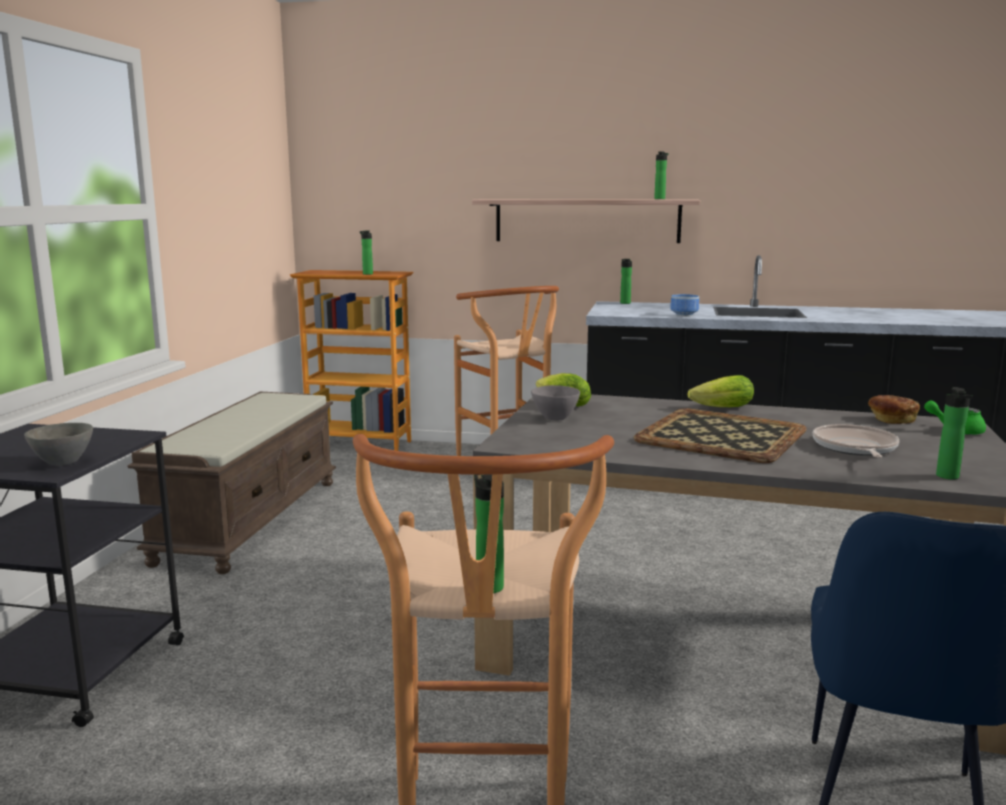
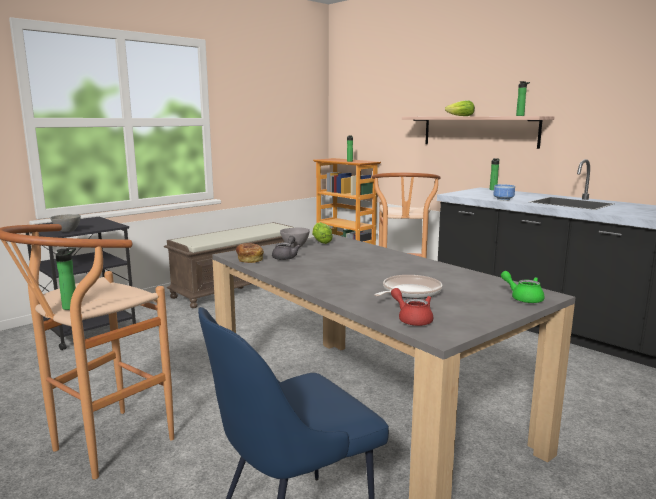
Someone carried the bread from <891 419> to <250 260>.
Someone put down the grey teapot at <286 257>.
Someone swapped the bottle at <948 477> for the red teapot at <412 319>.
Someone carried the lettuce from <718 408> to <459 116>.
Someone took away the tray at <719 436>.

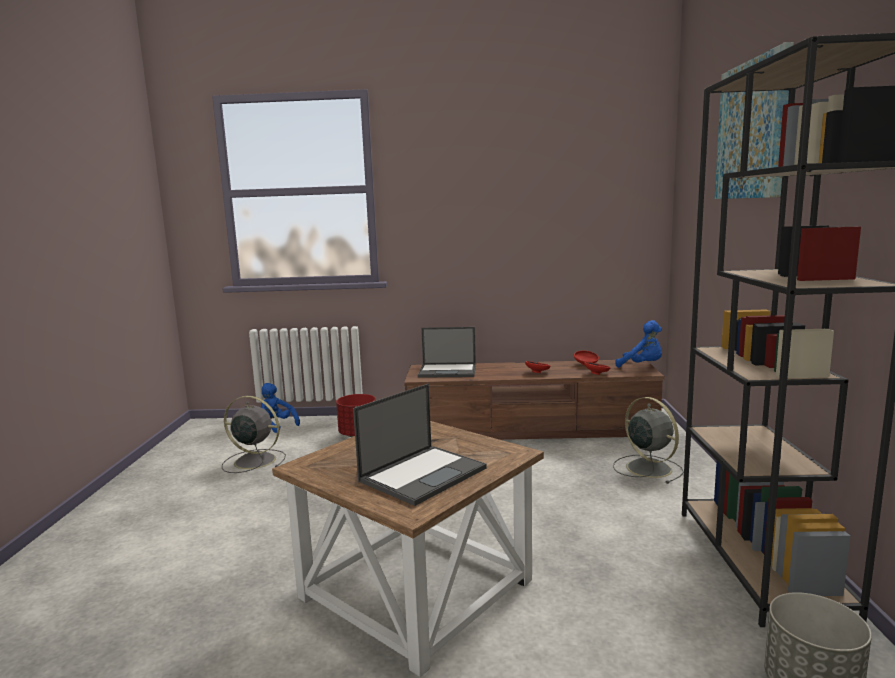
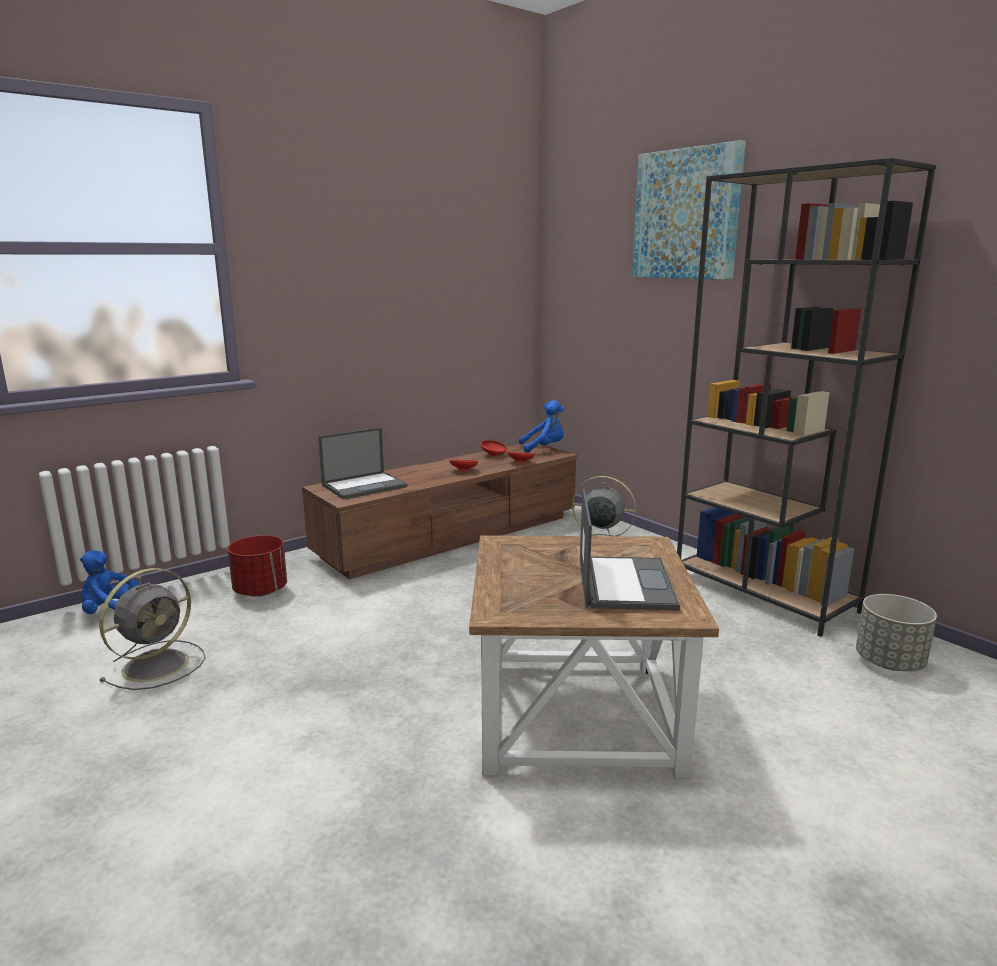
Someone rotated the grey fan at <253 461> by 150 degrees clockwise.

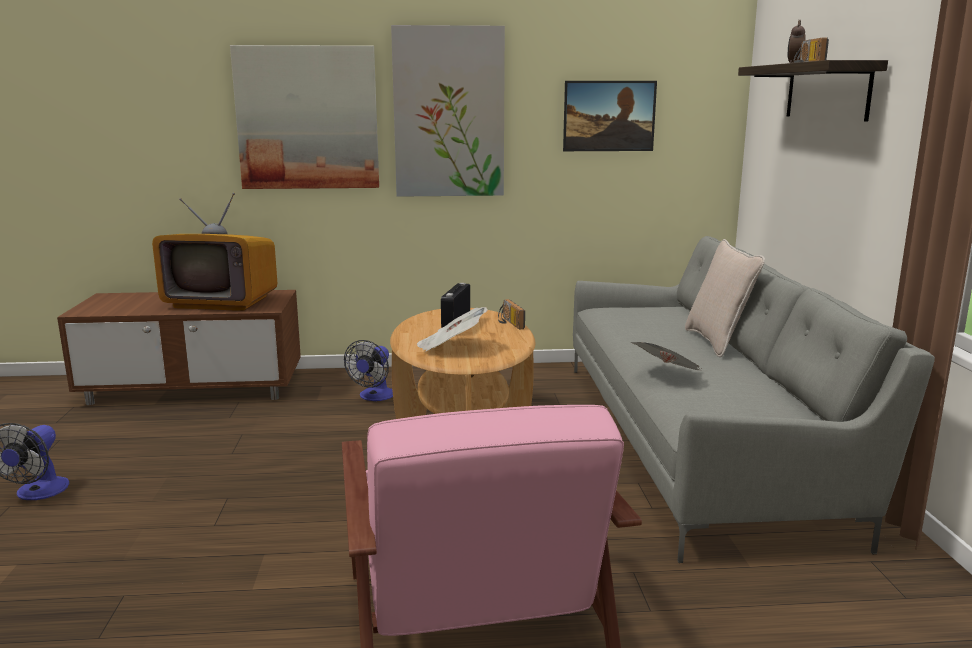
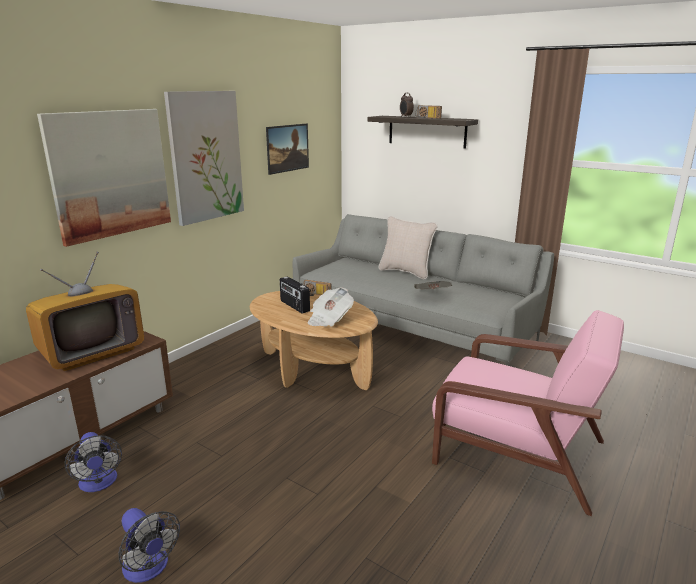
Someone carried the fan from <374 397> to <99 483>.

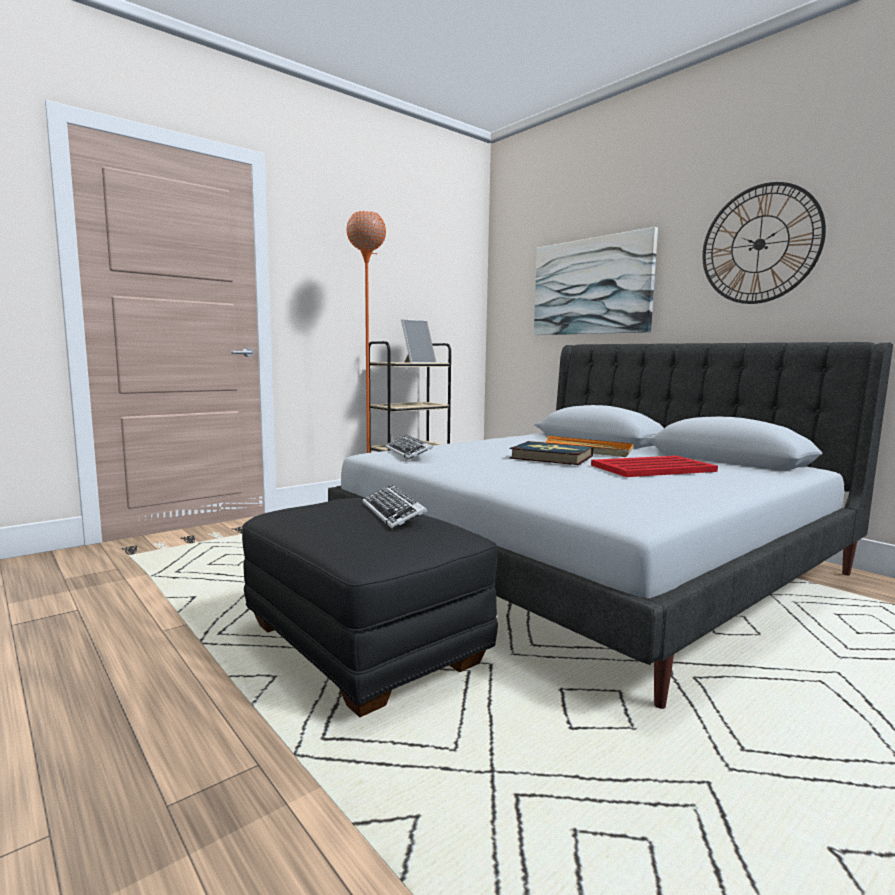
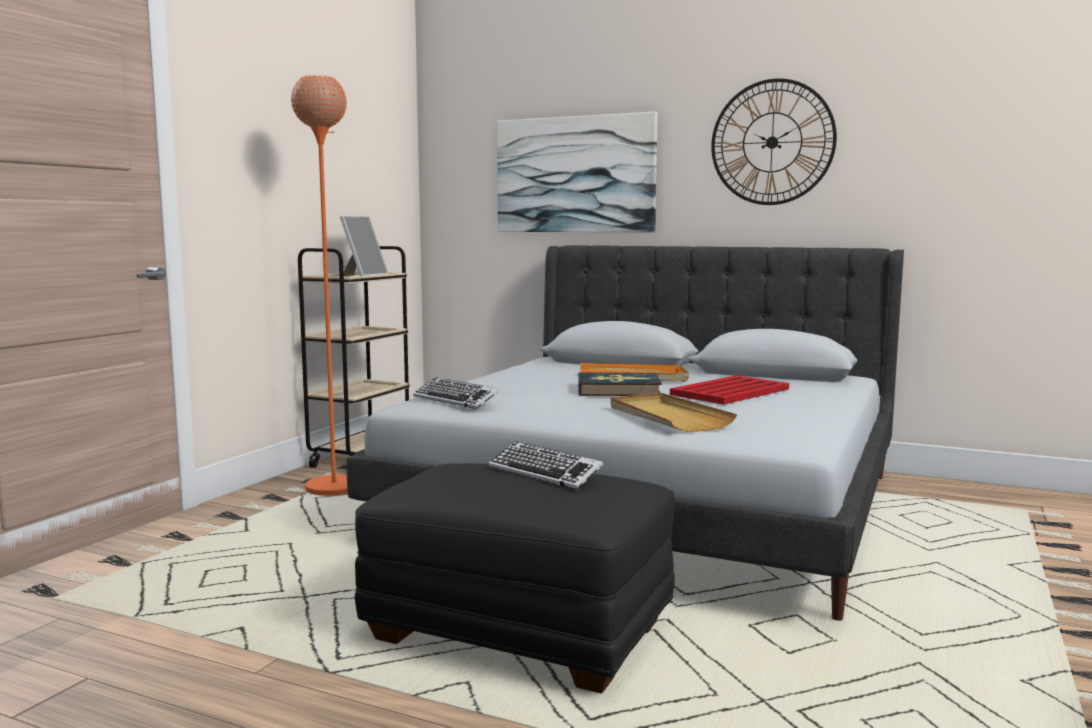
Someone put down the beige tray at <667 417>.

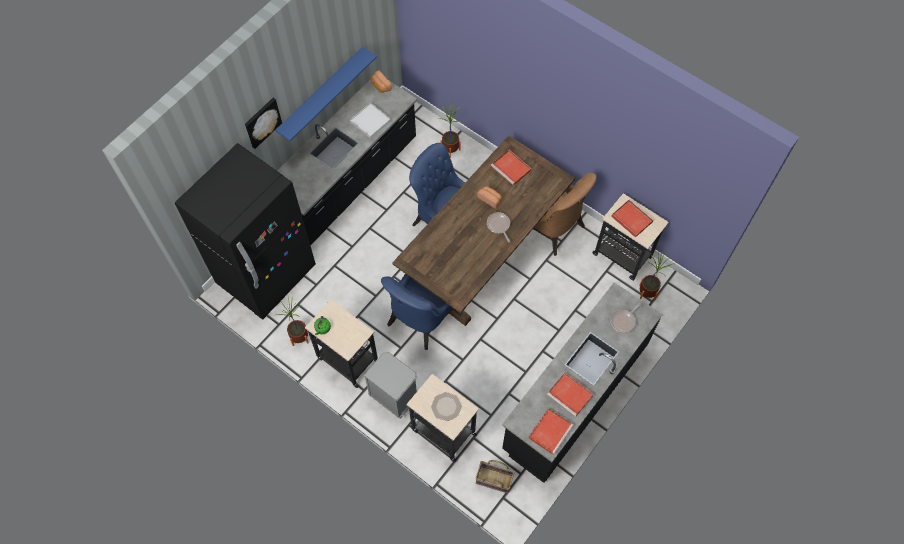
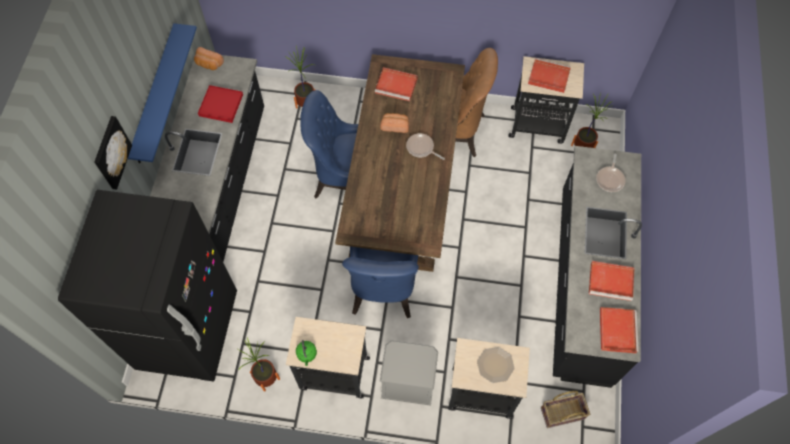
Someone repainted the white tray at <370 121>, which became the red tray at <221 105>.

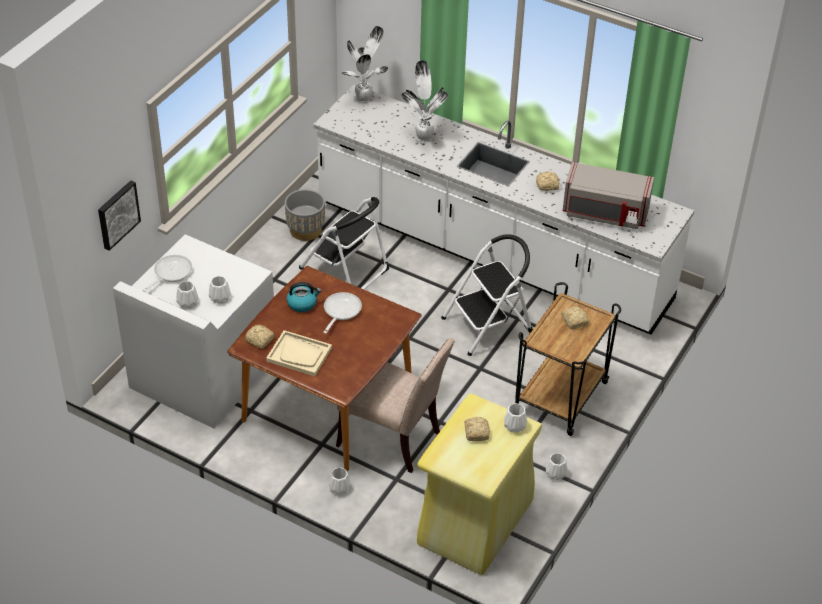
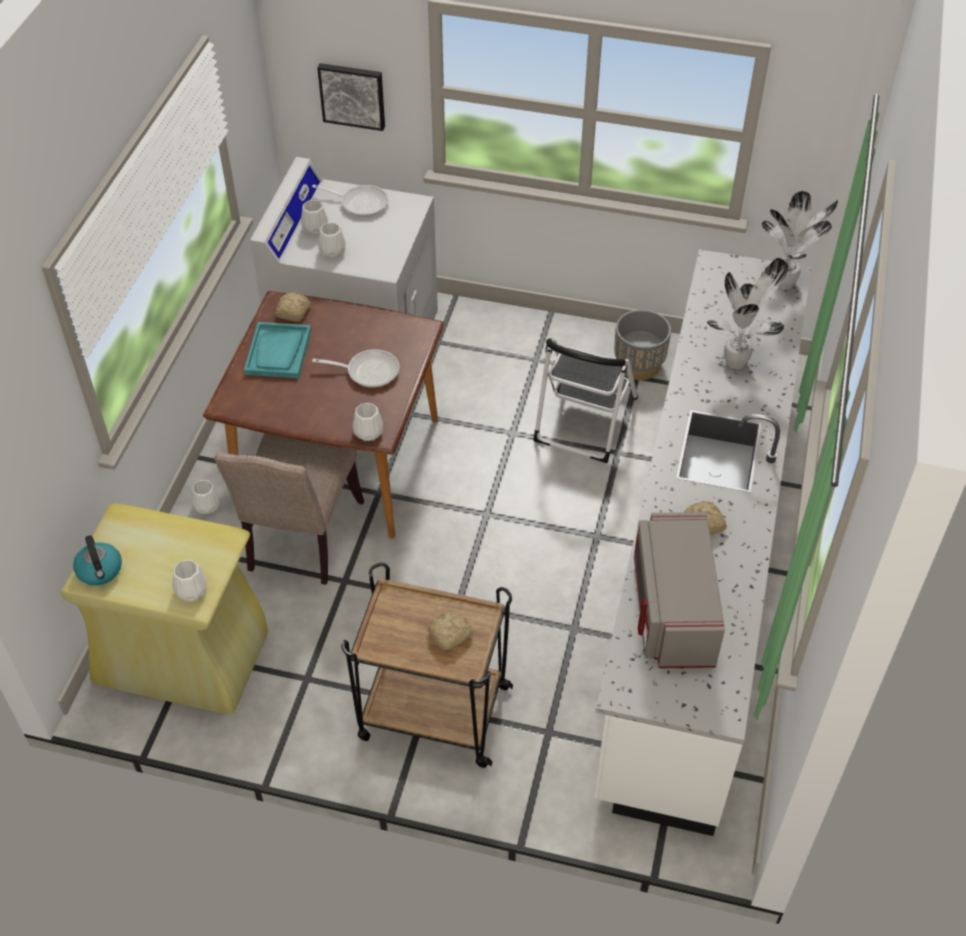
Someone carried the kettle from <302 303> to <100 571>.
Someone repainted the beige tray at <299 354>, which became the turquoise tray at <278 352>.
Someone carried the white vase from <555 473> to <369 432>.
Someone took away the step ladder at <490 325>.
Someone took away the bread at <477 432>.

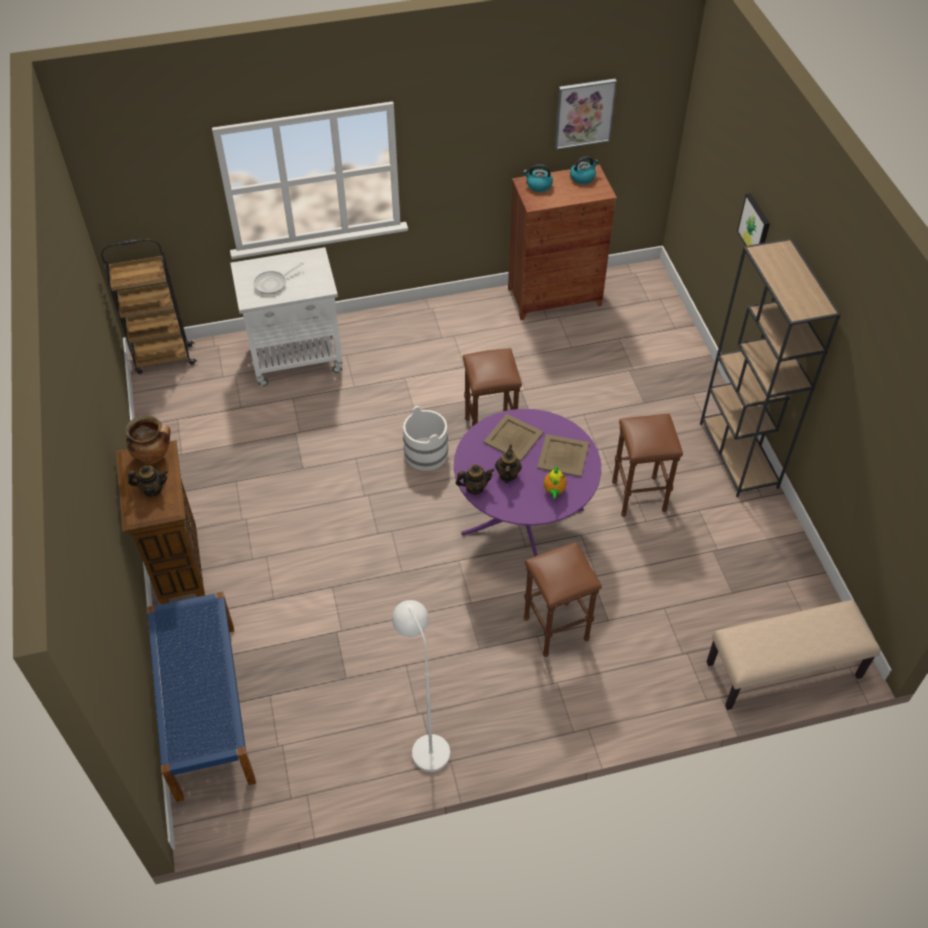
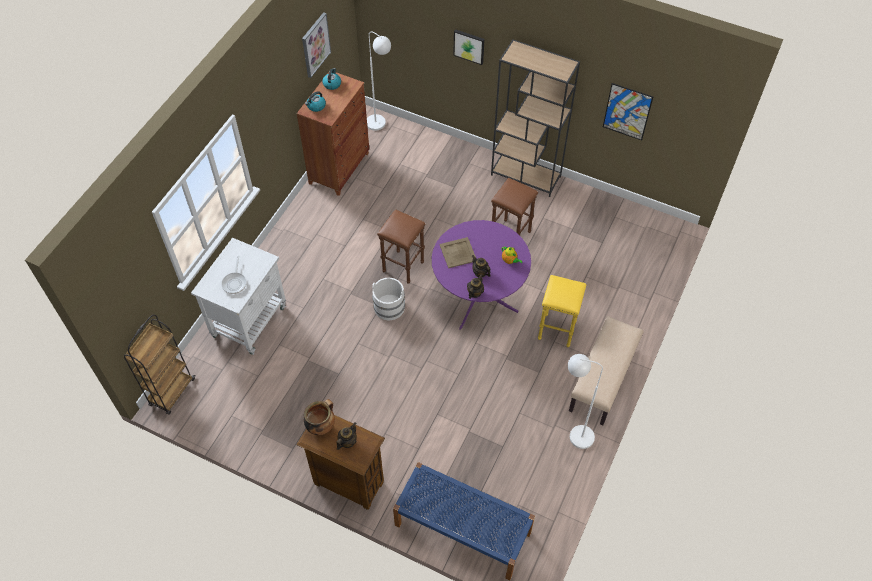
Someone put down the white floor lamp at <380 126>.
Someone repainted the brown stool at <555 630>, which became the yellow stool at <557 331>.
Someone carried the beige bench from <783 671> to <603 380>.
Someone put up the picture at <627 111>.
Someone took away the beige tray at <563 455>.

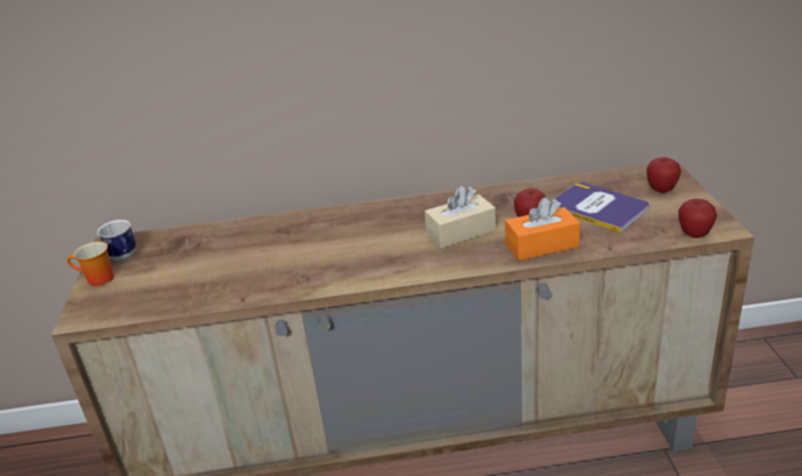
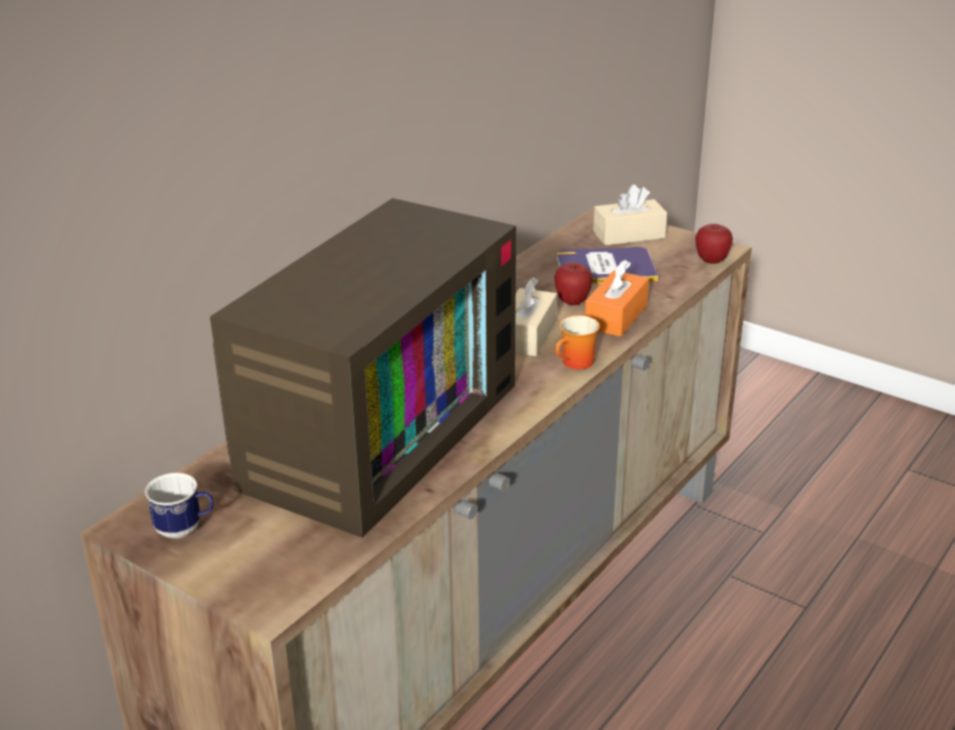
Someone put down the television at <376 430>.
Someone carried the mug from <97 280> to <577 364>.
Someone swapped the apple at <661 190> for the beige tissue box at <629 235>.

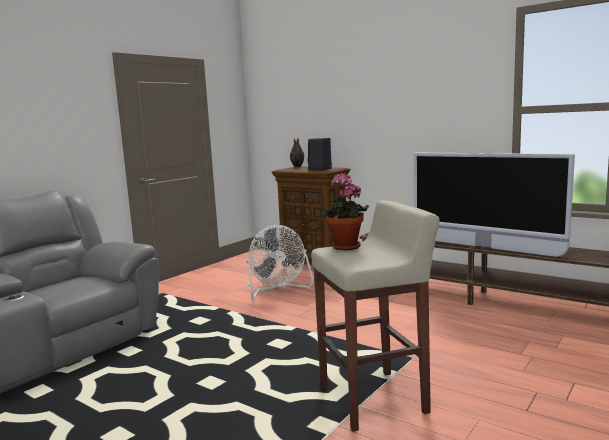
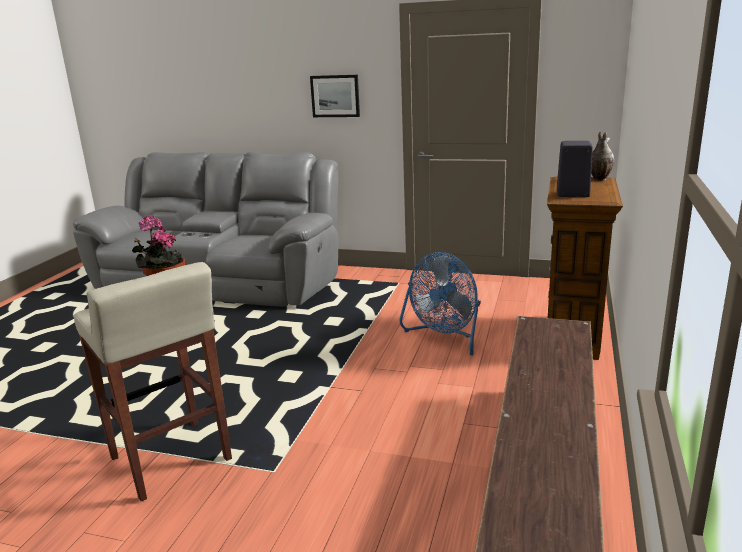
Someone put up the picture at <335 96>.
Someone repainted the white fan at <274 291>, which became the blue fan at <445 335>.
Someone took away the television at <484 247>.

